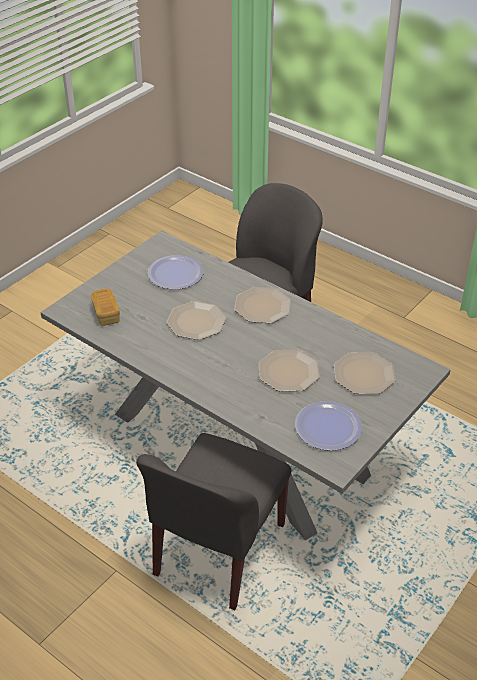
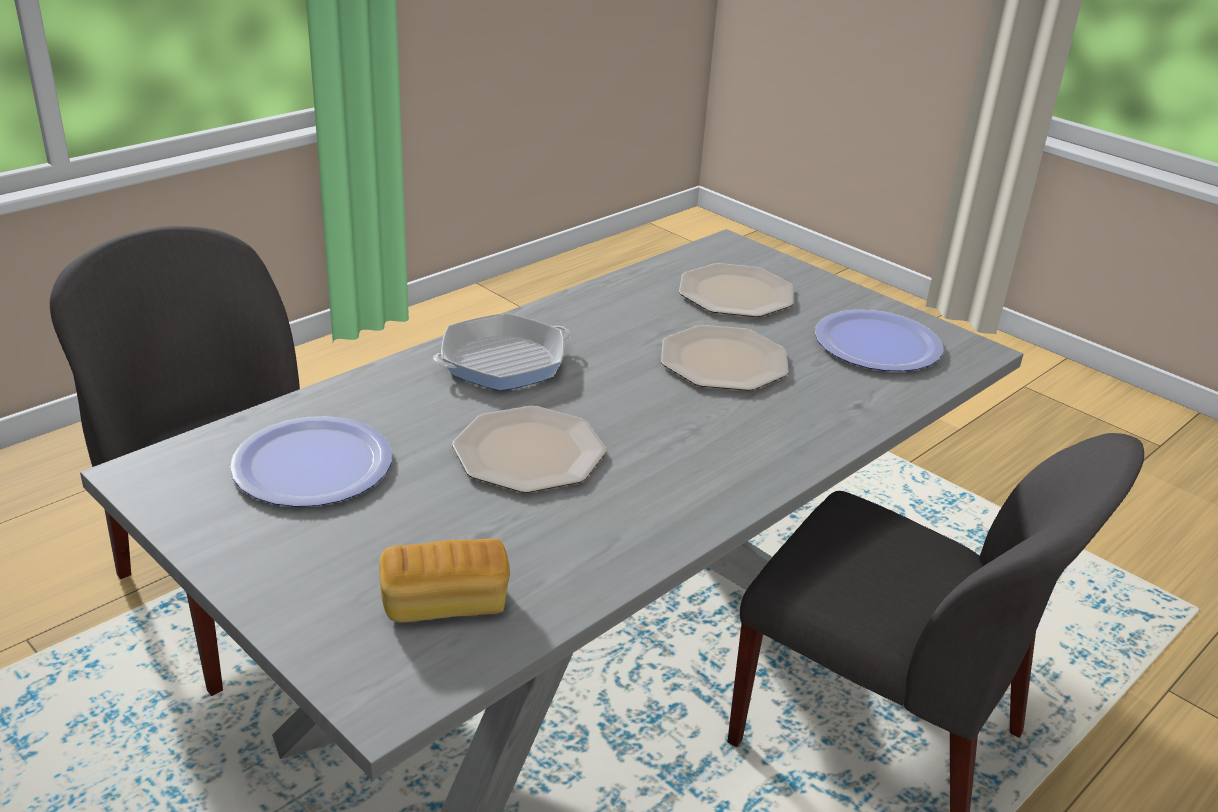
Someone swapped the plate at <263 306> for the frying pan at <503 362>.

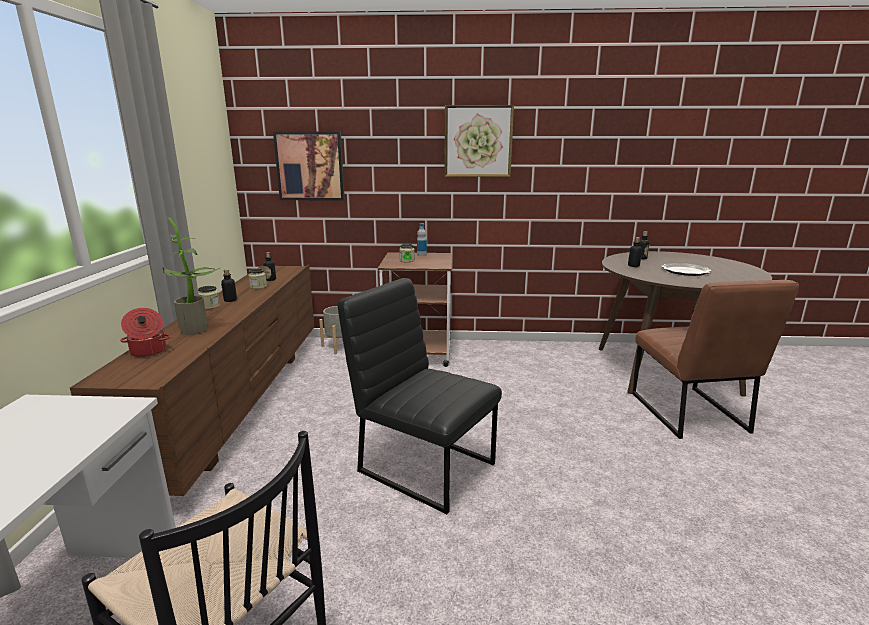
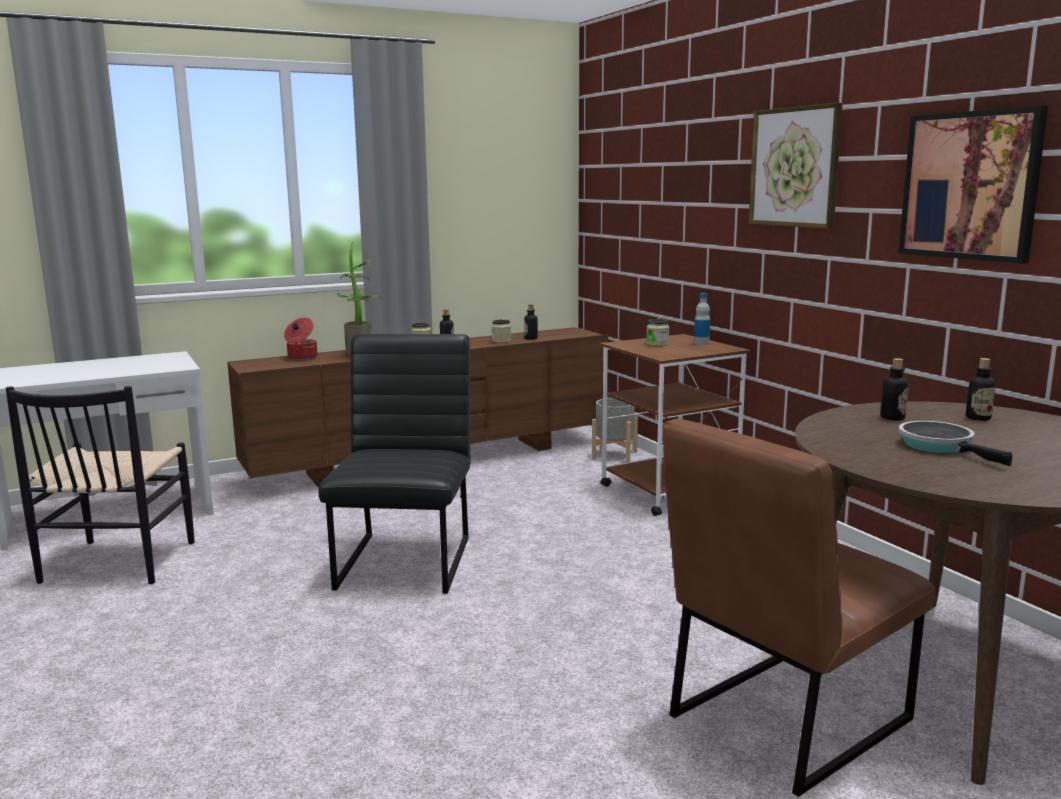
Someone carried the picture from <310 166> to <970 185>.
Someone swapped the plate at <685 271> for the frying pan at <940 447>.

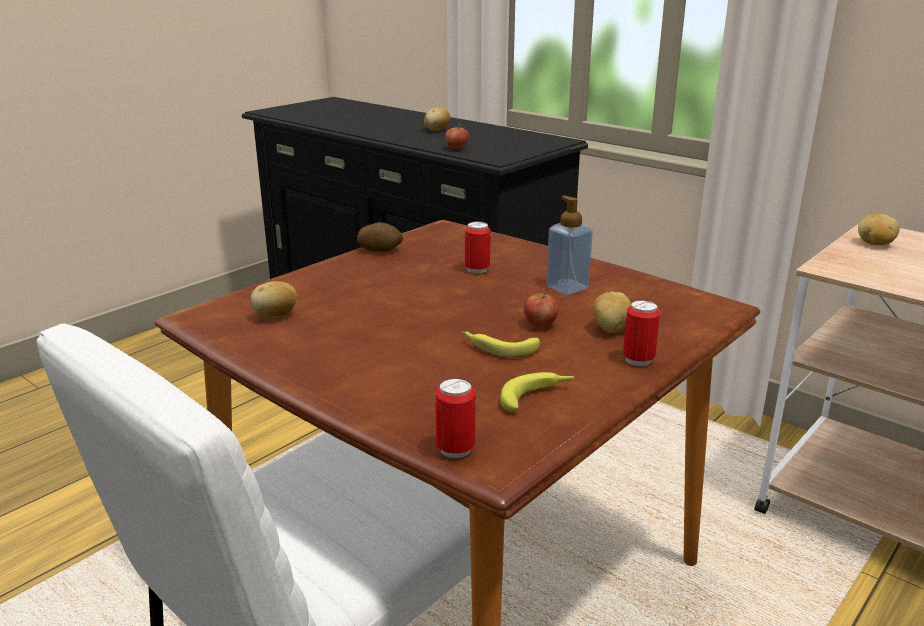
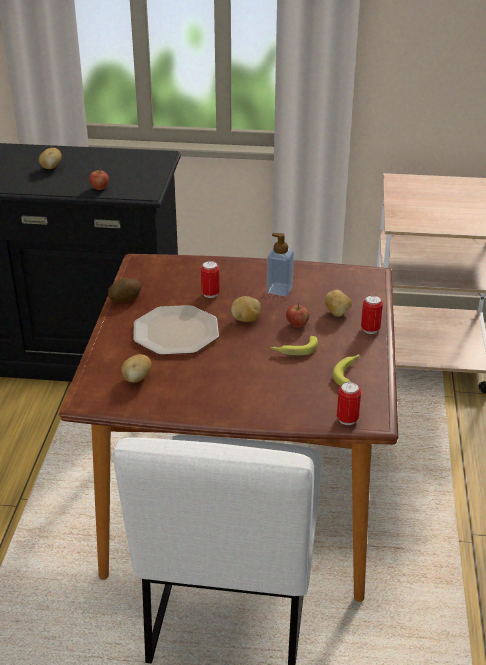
Someone put down the plate at <175 332>.
Someone carried the potato from <875 244> to <246 319>.

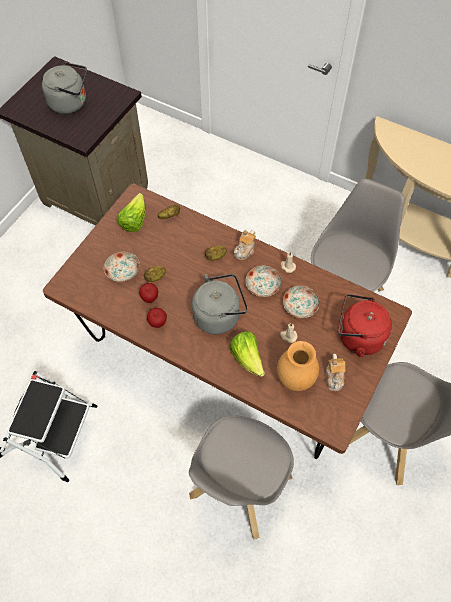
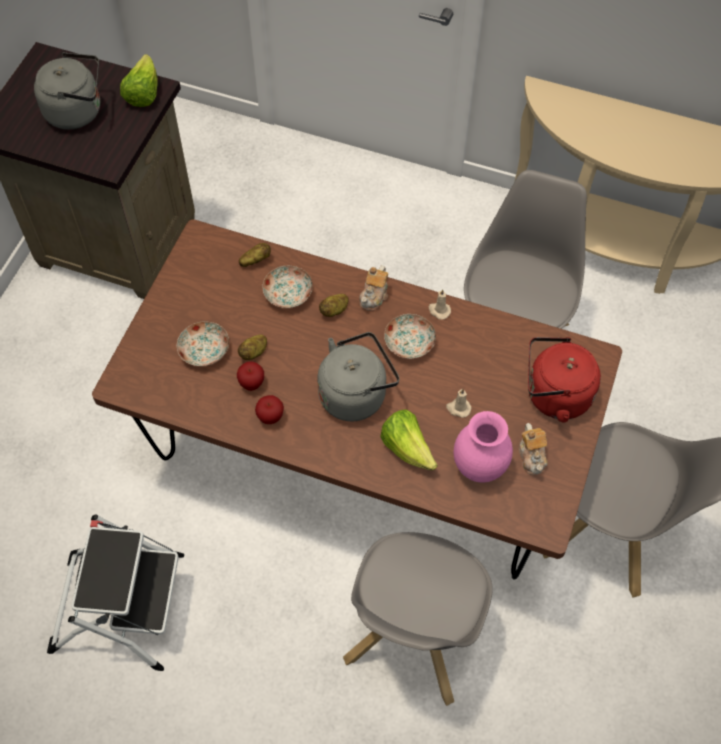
Someone carried the lettuce from <134 221> to <143 93>.
Someone carried the plate from <300 306> to <288 294>.
Someone repainted the brown vase at <294 379>, which became the pink vase at <478 467>.

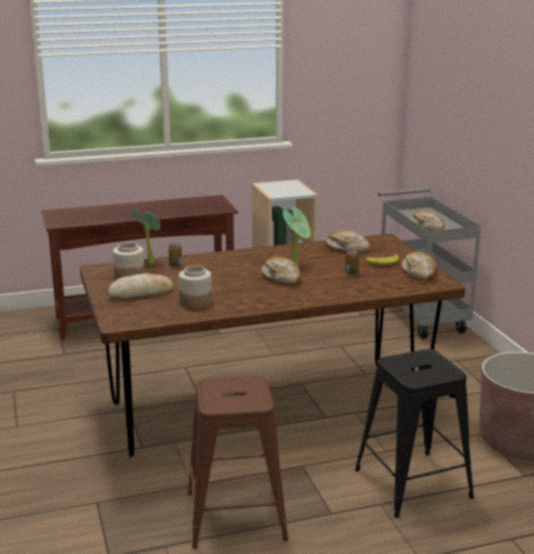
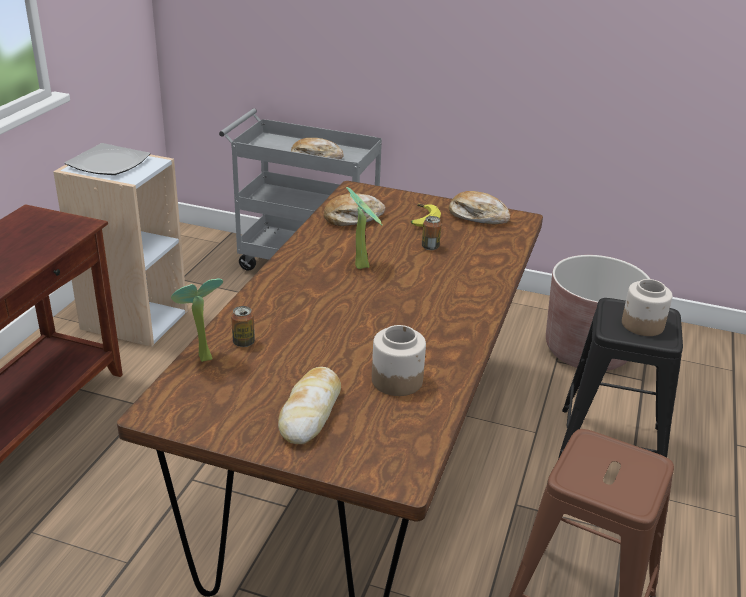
Someone put down the plate at <108 163>.
Someone carried the jar from <129 276> to <642 325>.
Someone took away the bread at <282 277>.

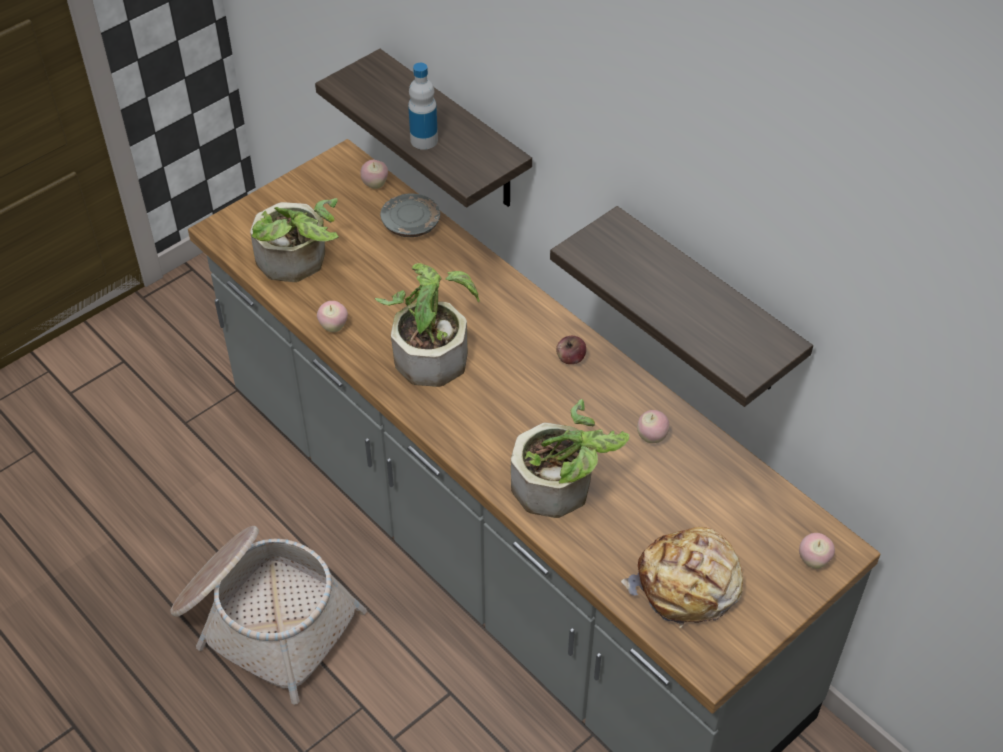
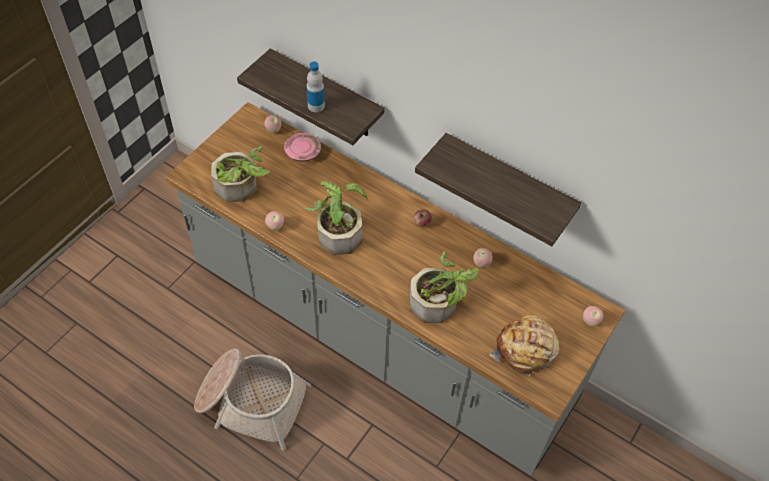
Someone repainted the grey plate at <411 223>, which became the pink plate at <303 152>.

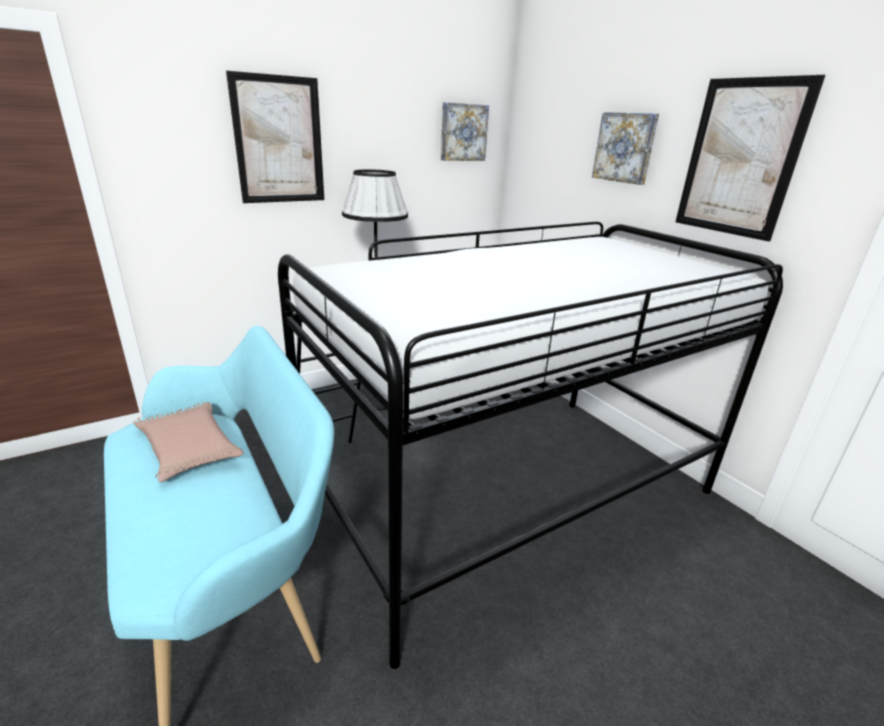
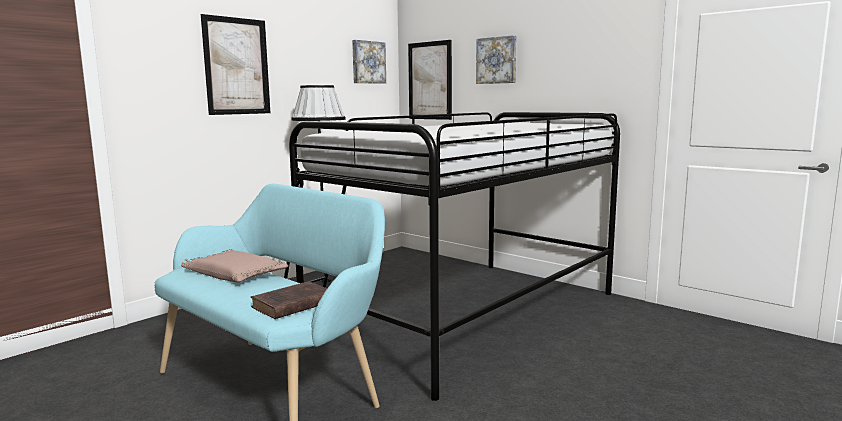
Someone put down the brown book at <291 305>.
Someone carried the picture from <740 158> to <430 81>.

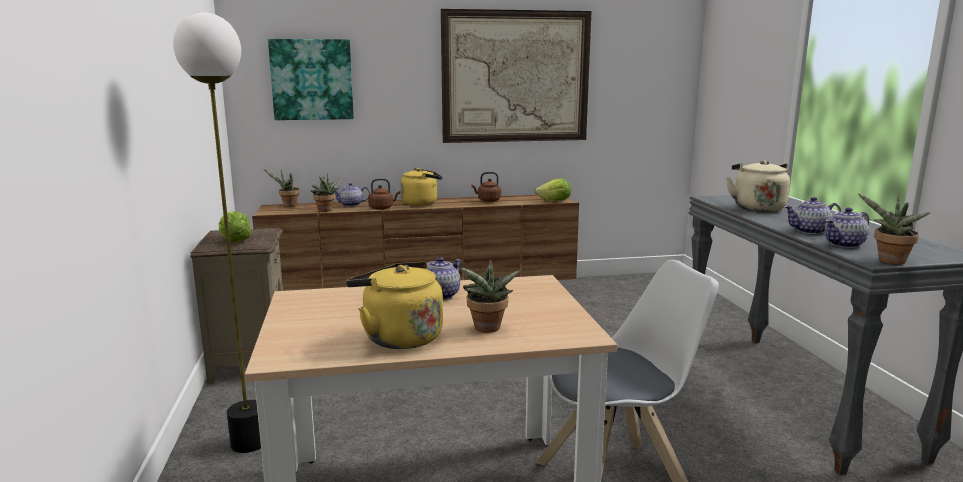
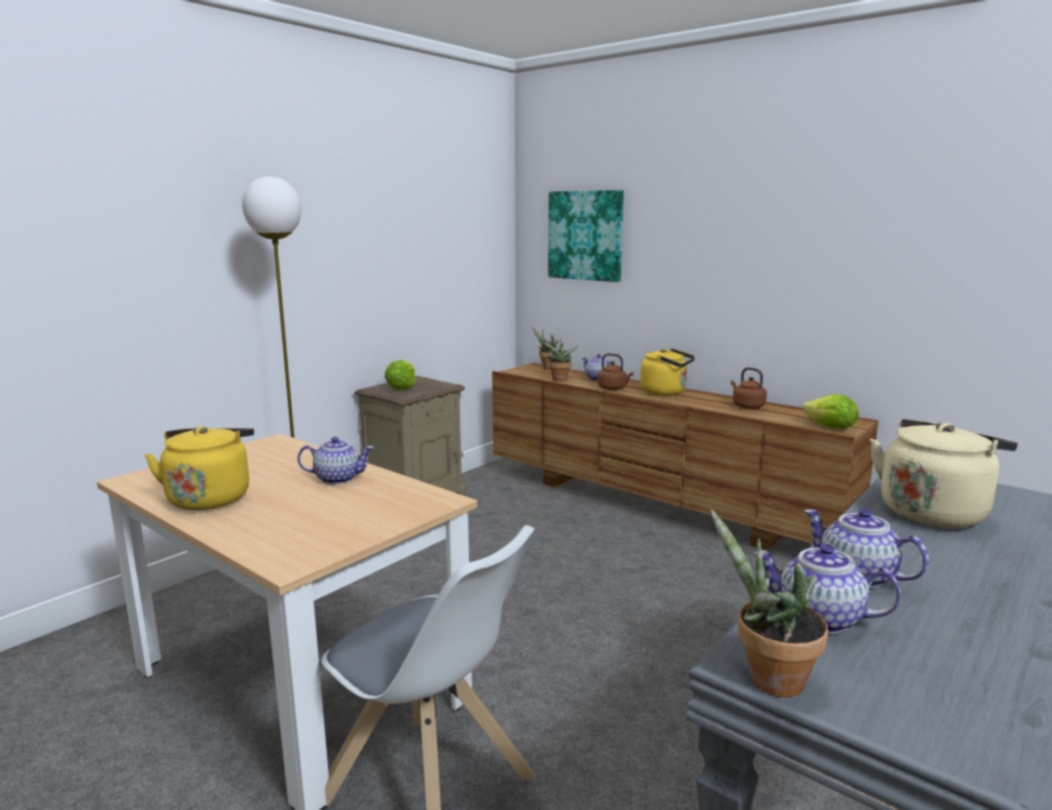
Someone took away the picture at <516 77>.
Someone took away the potted plant at <487 329>.

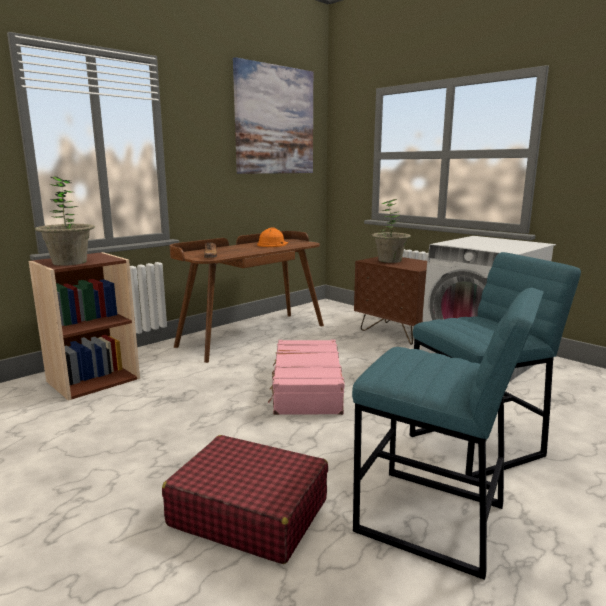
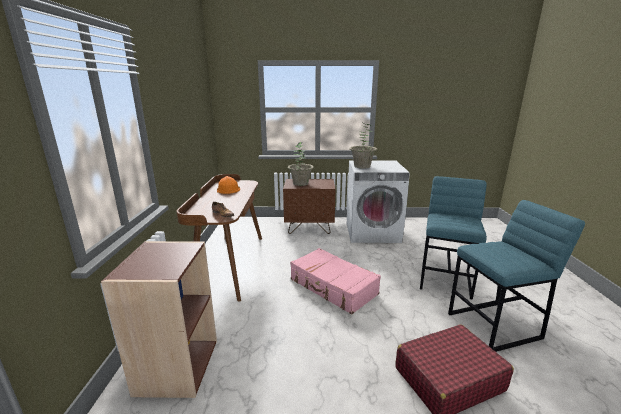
Someone carried the potted plant from <69 262> to <362 166>.
Someone took away the picture at <275 120>.

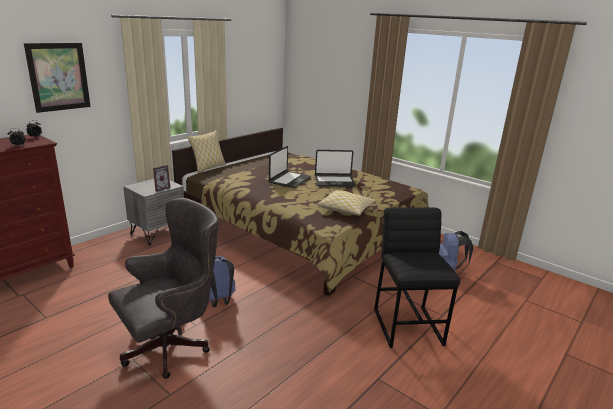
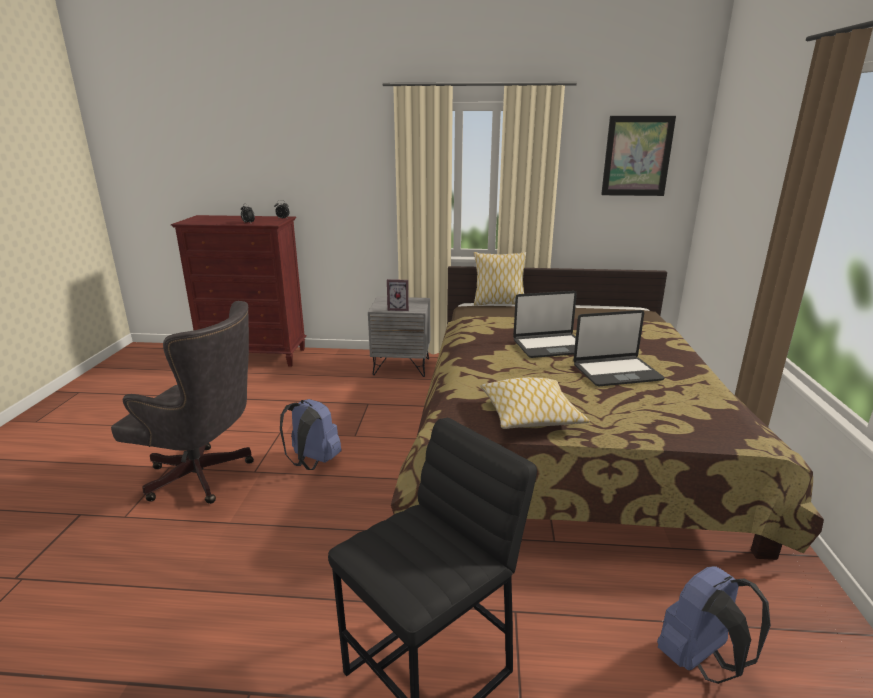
Someone rotated the laptop at <334 181> by 60 degrees counterclockwise.
Someone carried the picture from <58 77> to <637 156>.

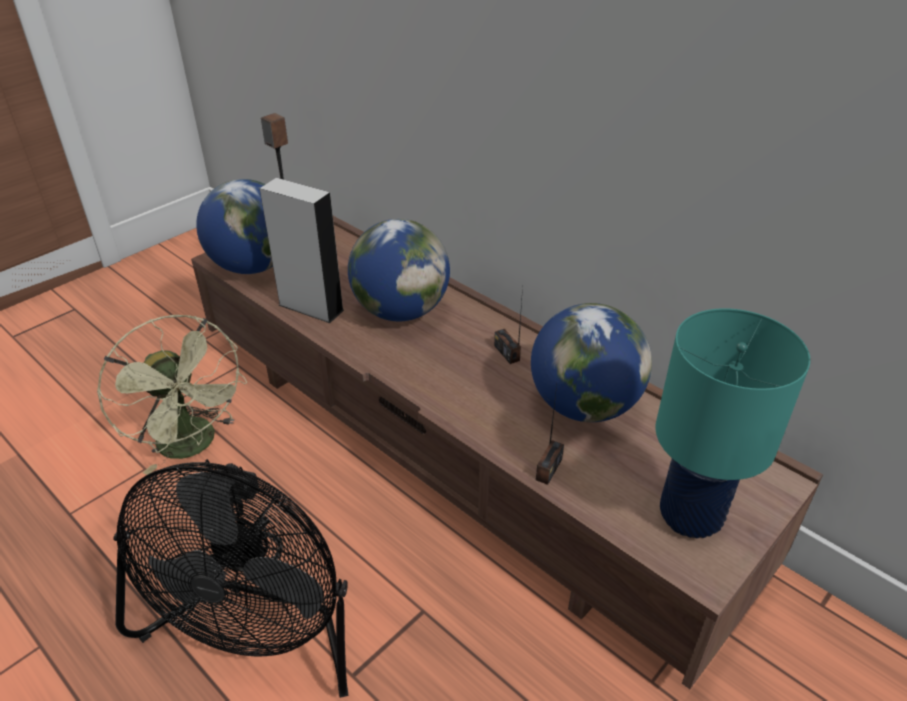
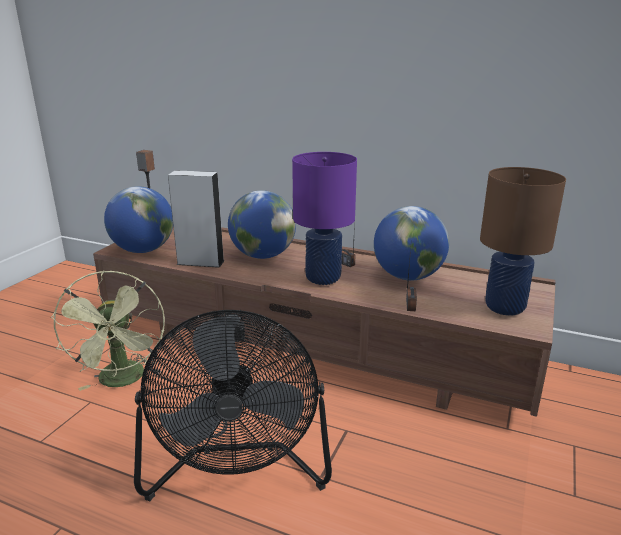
Someone rotated the green fan at <194 445> by 45 degrees clockwise.
Someone put down the purple table lamp at <323 280>.
Someone repainted the turquoise table lamp at <689 518>, which became the brown table lamp at <503 309>.

